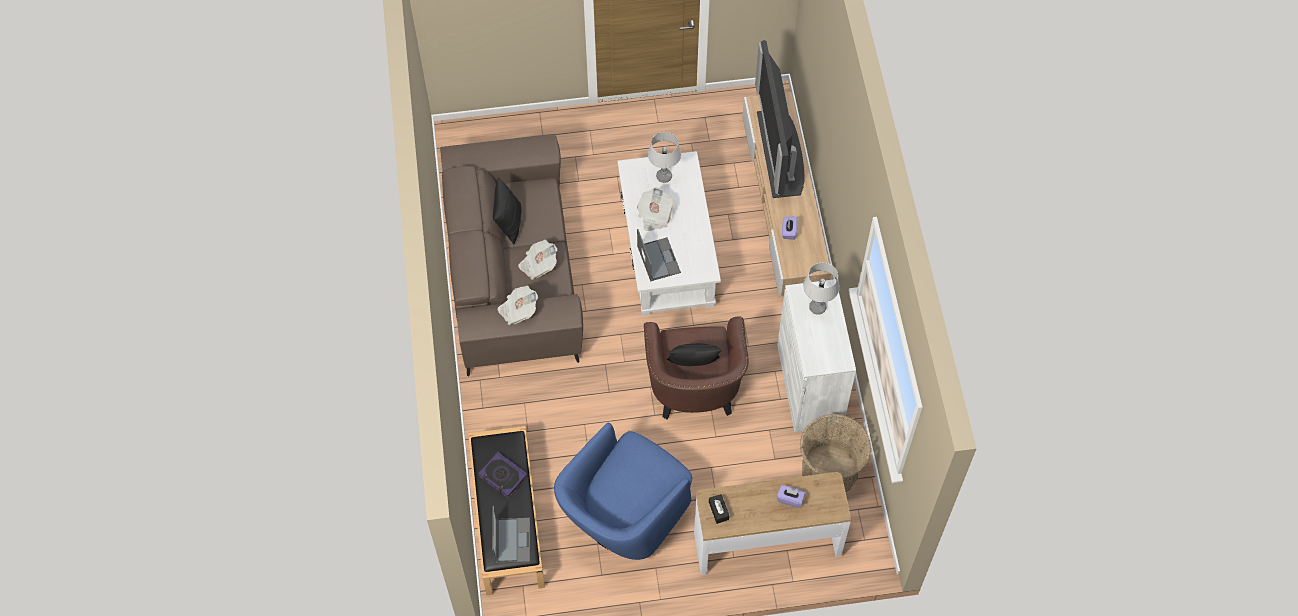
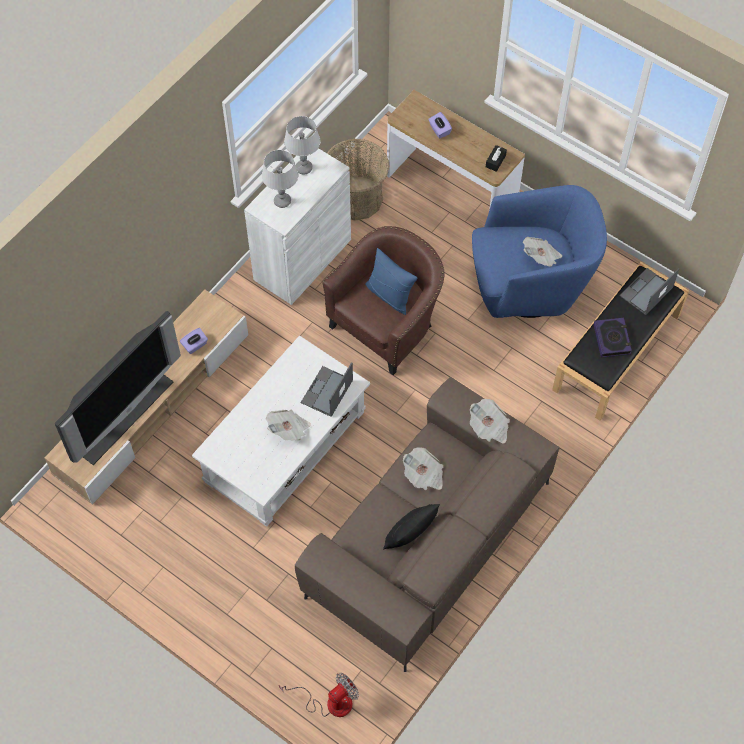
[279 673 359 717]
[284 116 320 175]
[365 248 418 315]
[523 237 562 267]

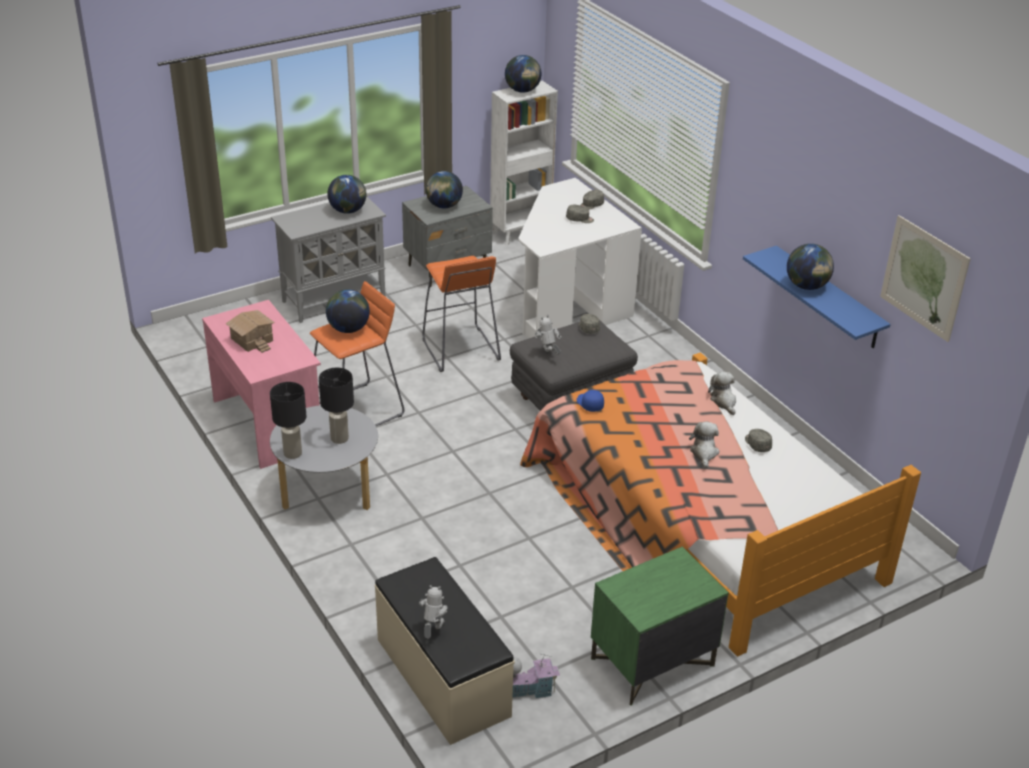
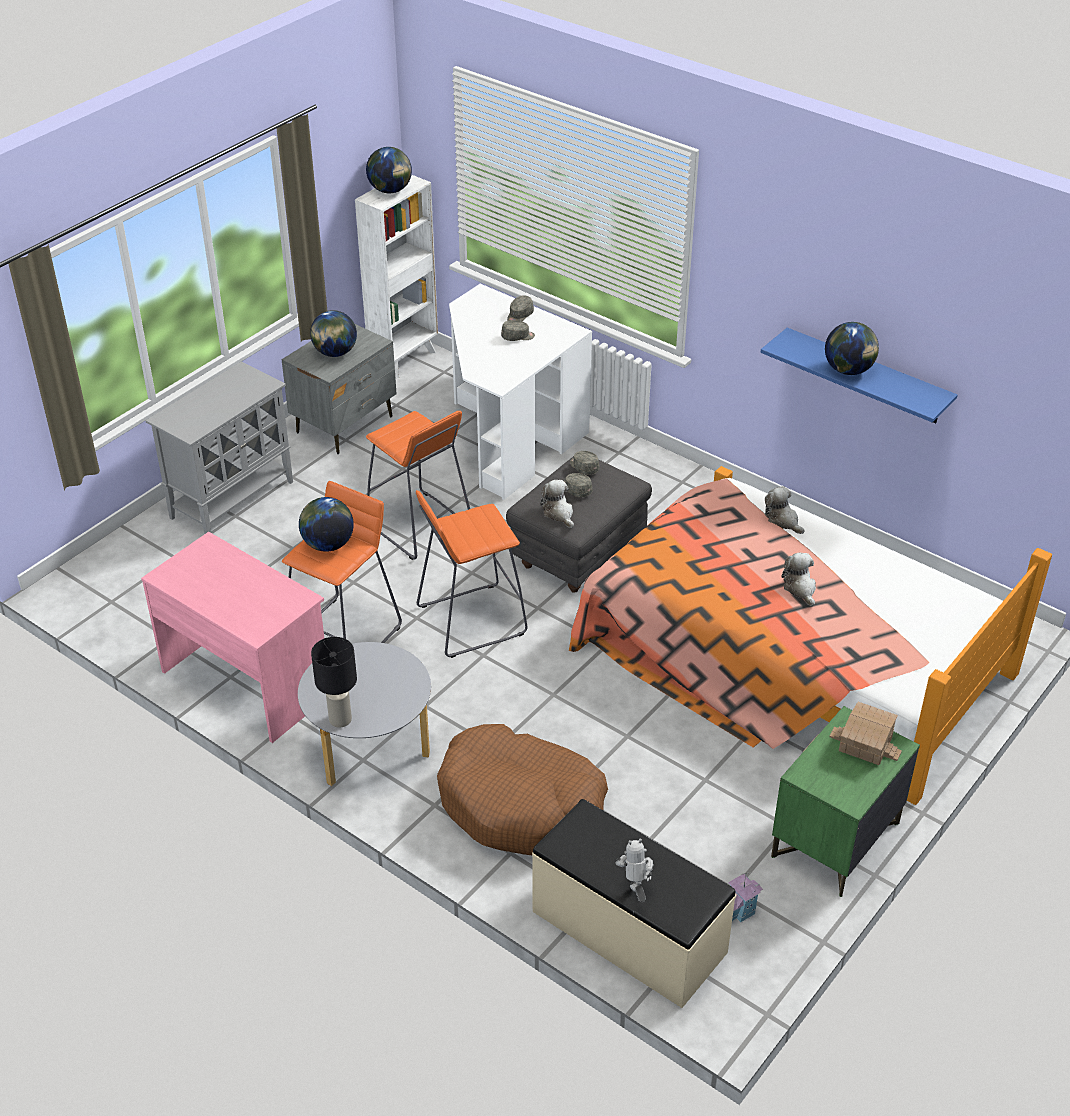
[416 490 527 658]
[437 724 608 855]
[540 480 574 528]
[564 473 593 497]
[829 702 902 765]
[319 368 354 444] (first image)
[327 175 366 214] (first image)
[577 390 604 412] (first image)
[880 215 971 342] (first image)

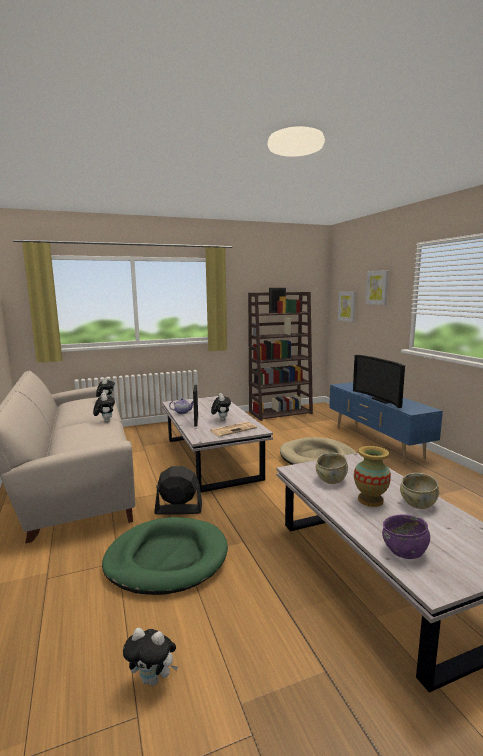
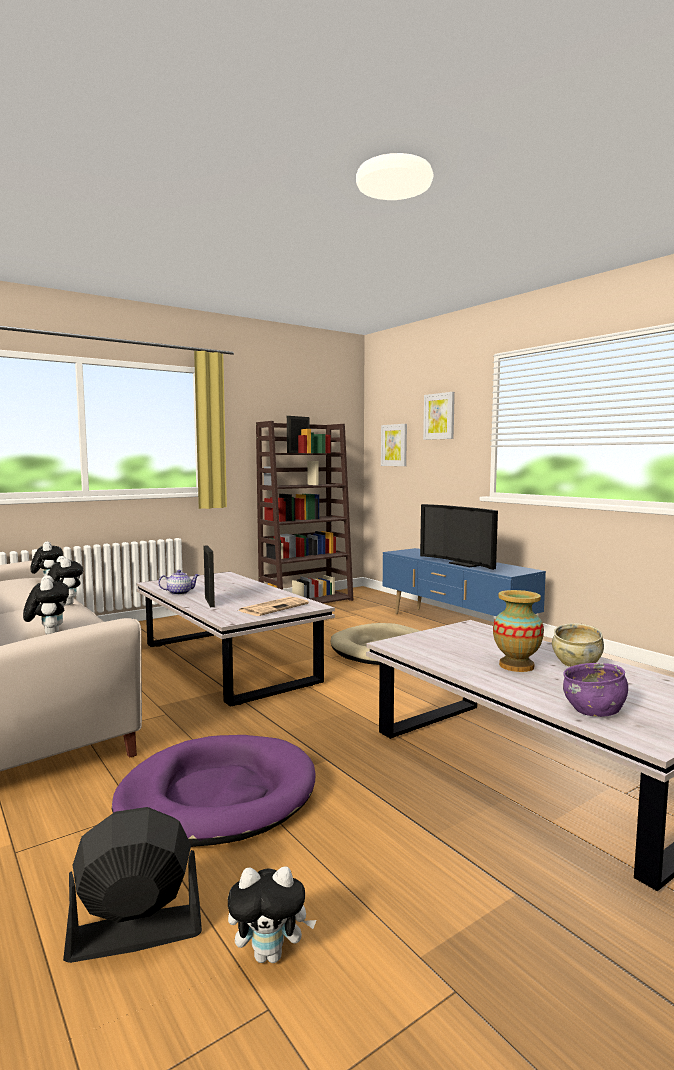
[23 575 69 634]
[63 807 202 963]
[112 735 315 847]
[316 453 348 484] (first image)

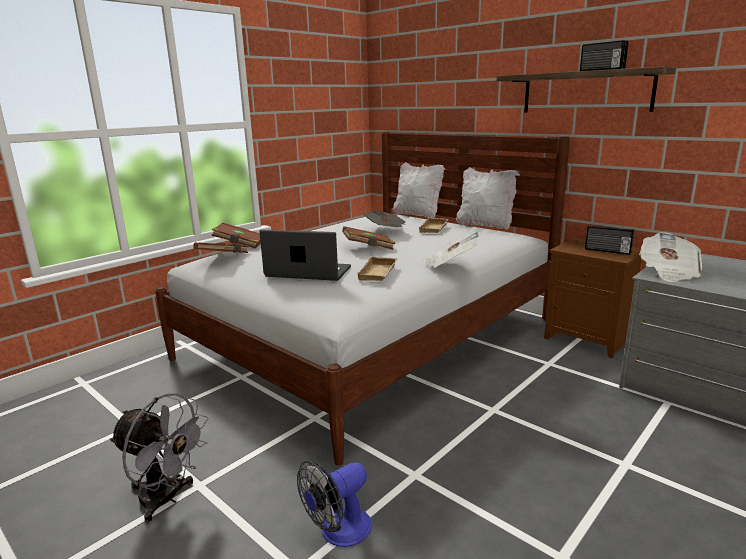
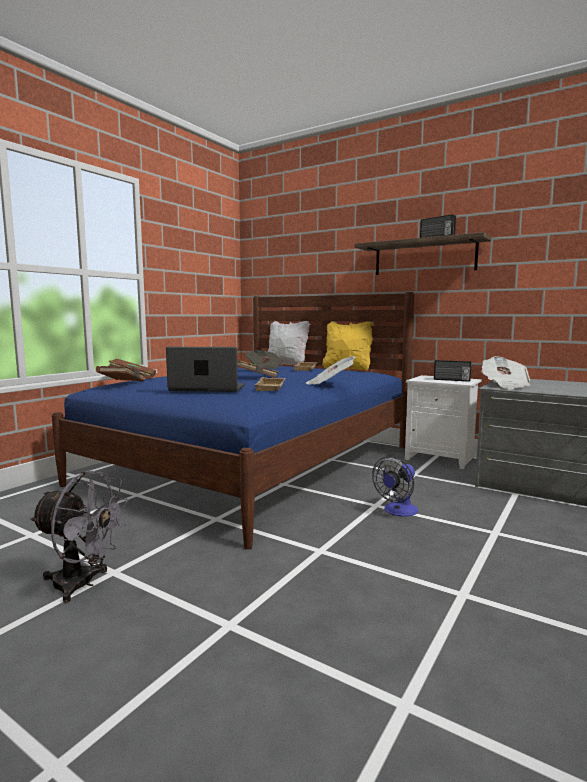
[52 292 414 549]
[322 321 375 370]
[372 456 418 517]
[405 375 482 469]

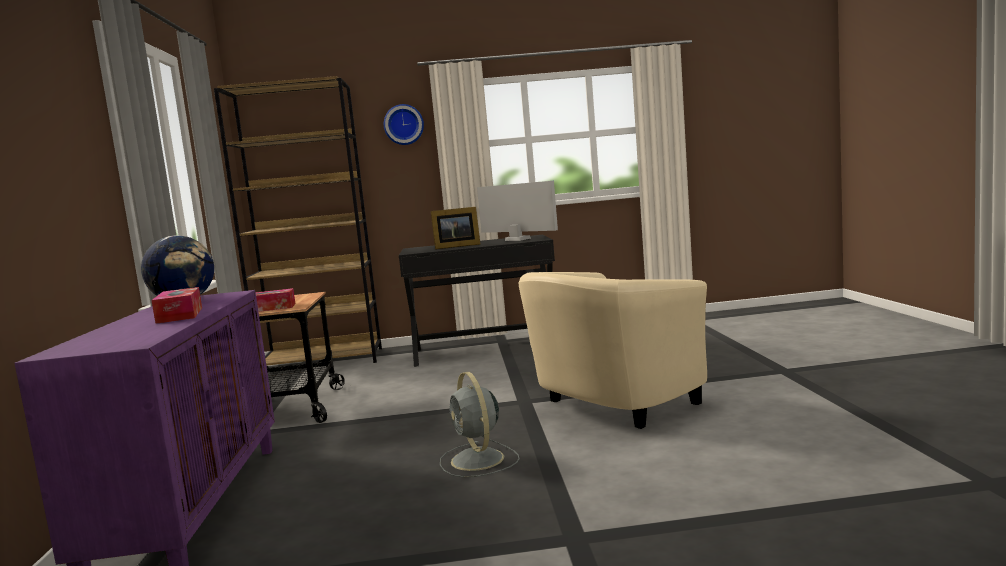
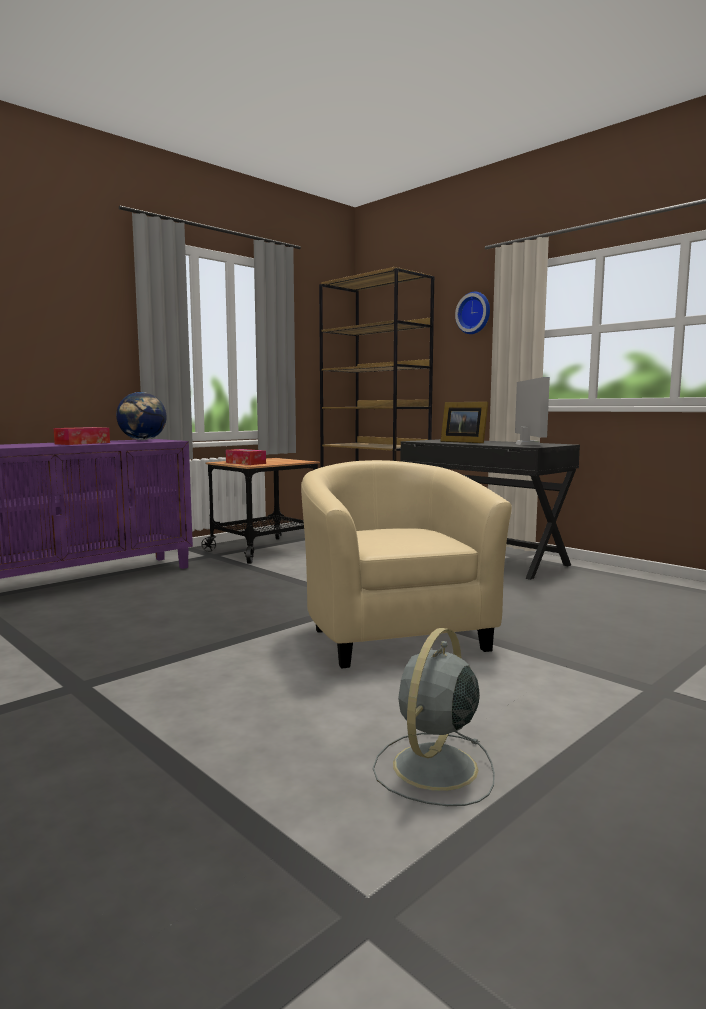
[301 460 512 669]
[373 628 495 806]

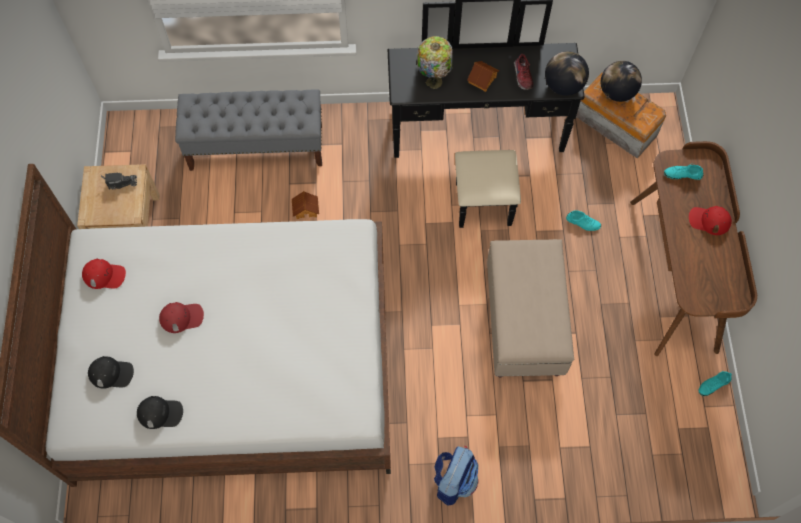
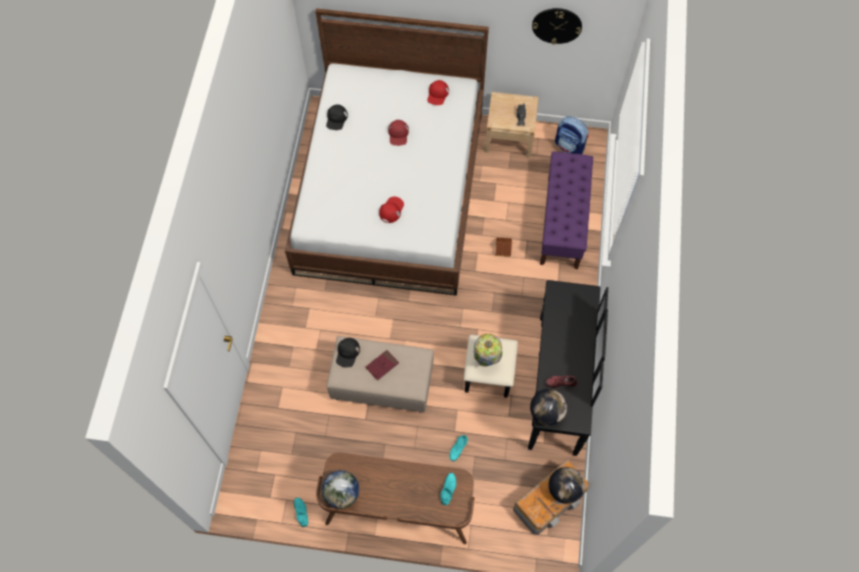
[322 470 359 509]
[336 338 360 367]
[366 350 399 381]
[379 196 404 223]
[474 334 502 367]
[532 8 582 45]
[540 152 593 269]
[555 116 589 154]
[467 61 499 92] (first image)

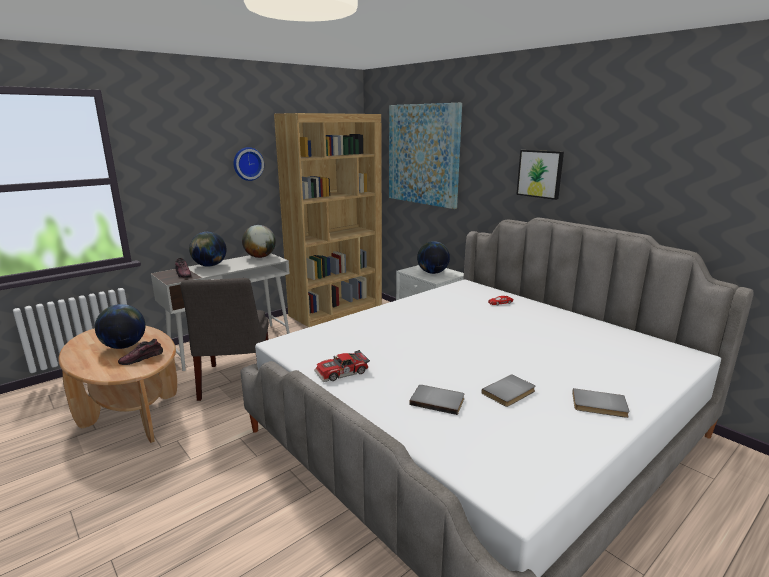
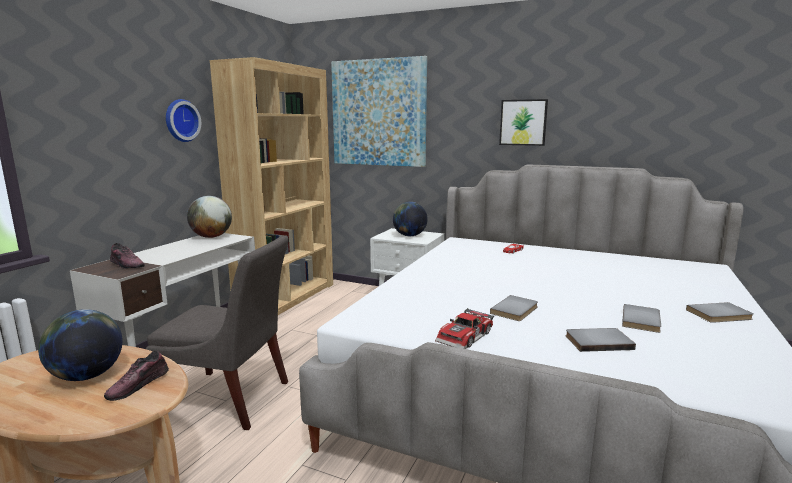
[146 236 289 430]
[490 295 538 321]
[189 232 227 267] (first image)

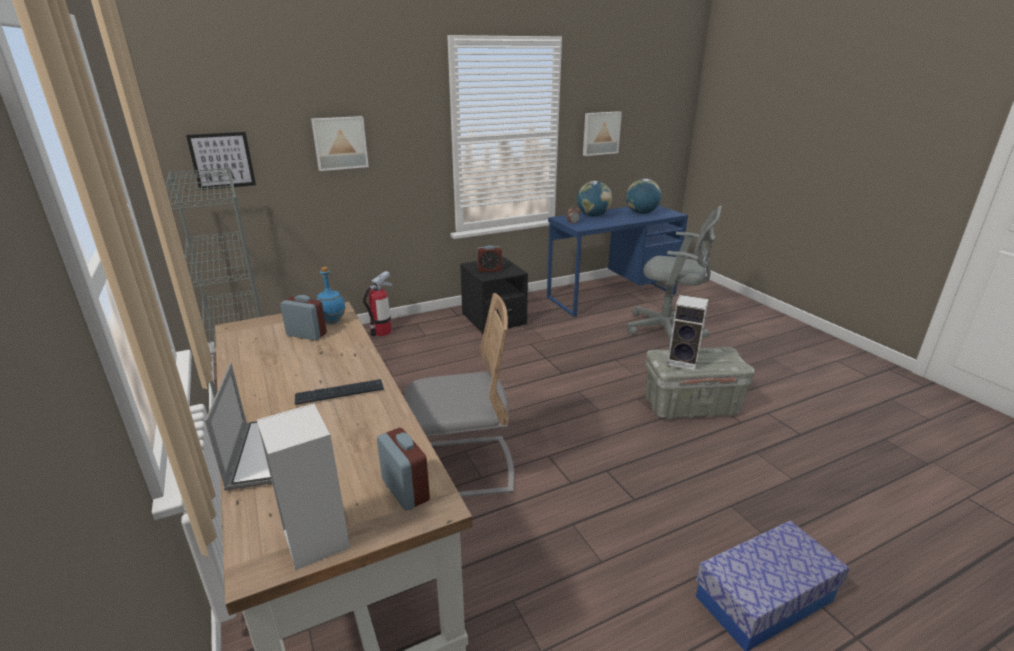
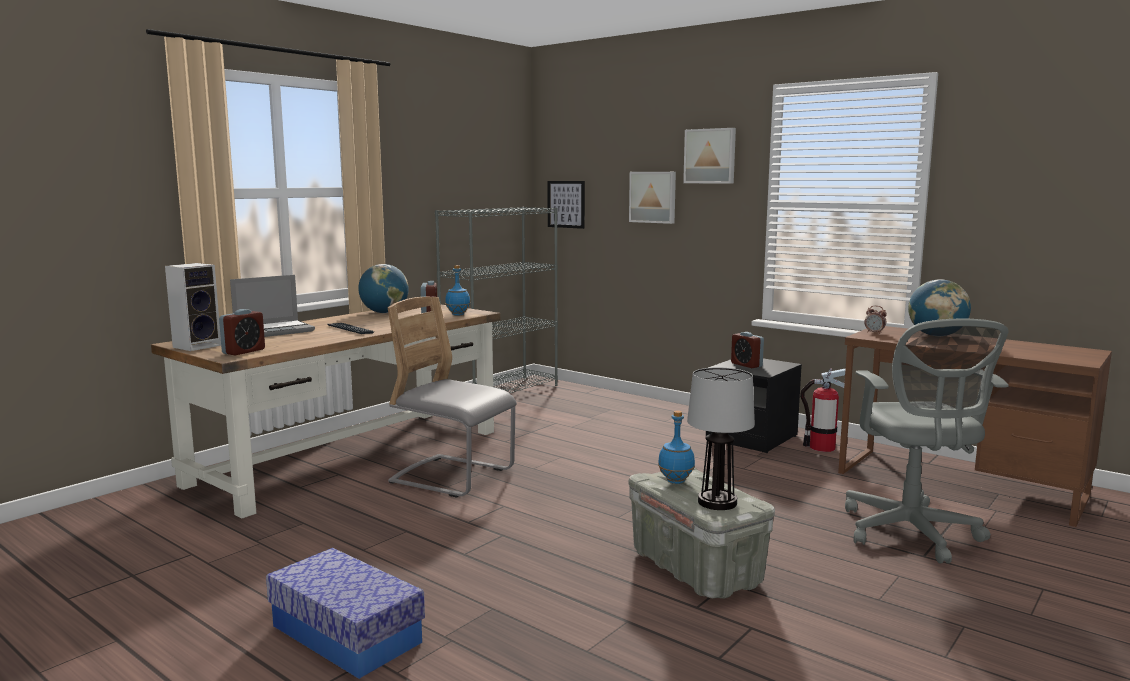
[358 264 409 313]
[388 297 517 498]
[658 411 695 484]
[683 128 736 184]
[687 367 755 510]
[800 368 846 452]
[838 326 1112 527]

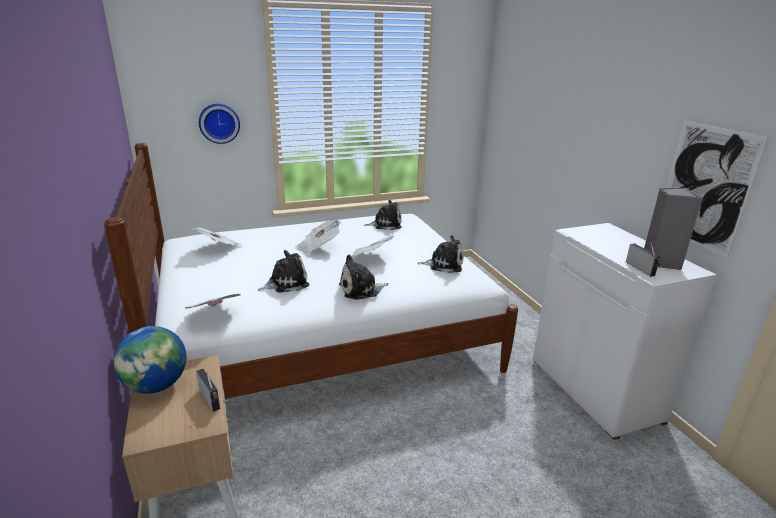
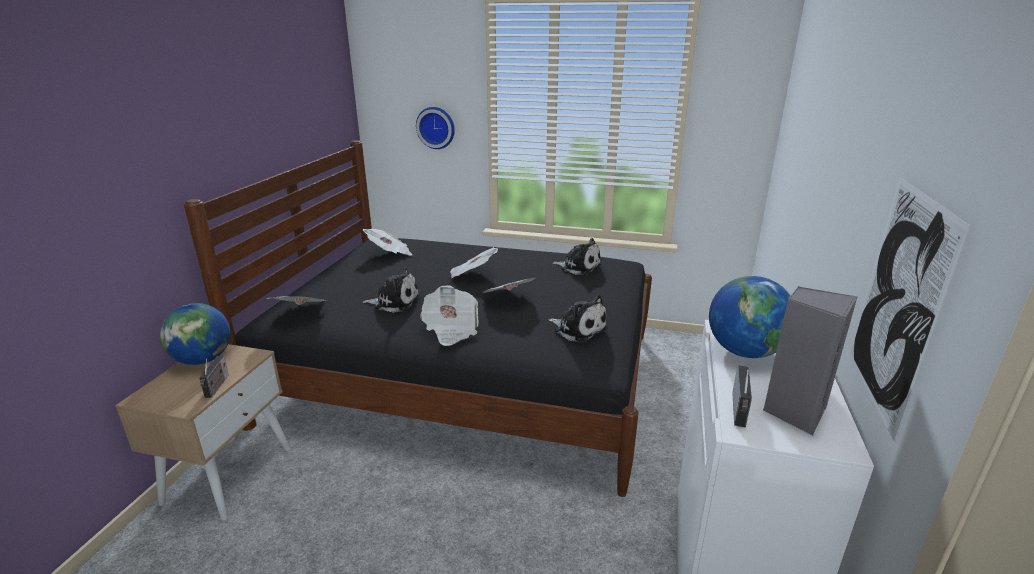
[184 140 652 497]
[420 285 478 346]
[709 276 790 358]

